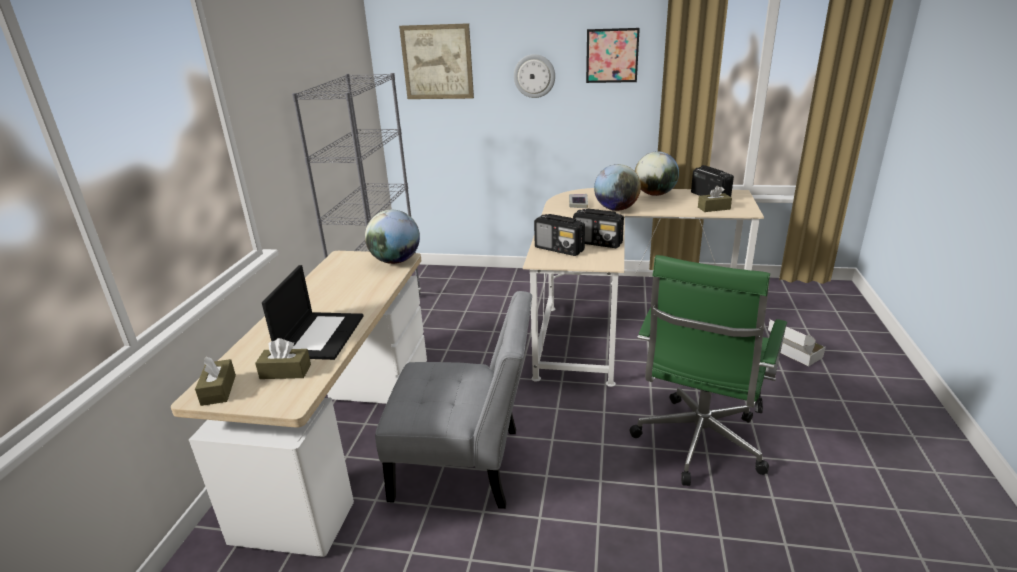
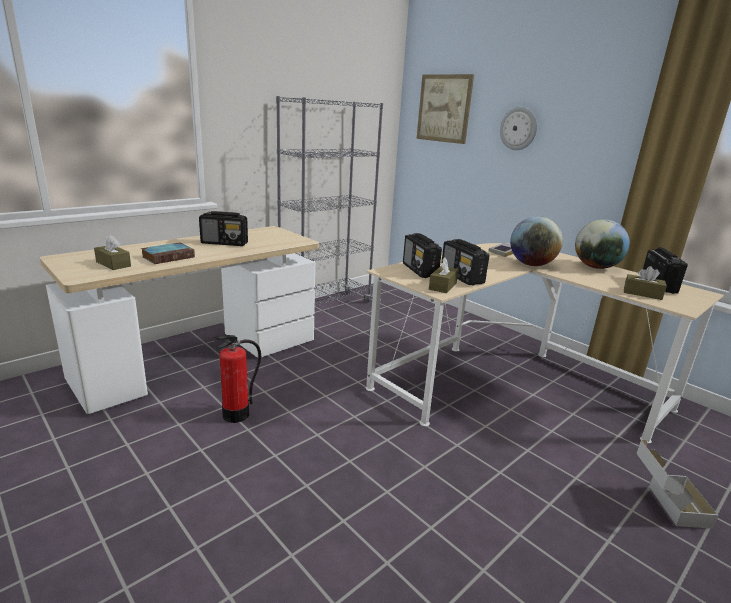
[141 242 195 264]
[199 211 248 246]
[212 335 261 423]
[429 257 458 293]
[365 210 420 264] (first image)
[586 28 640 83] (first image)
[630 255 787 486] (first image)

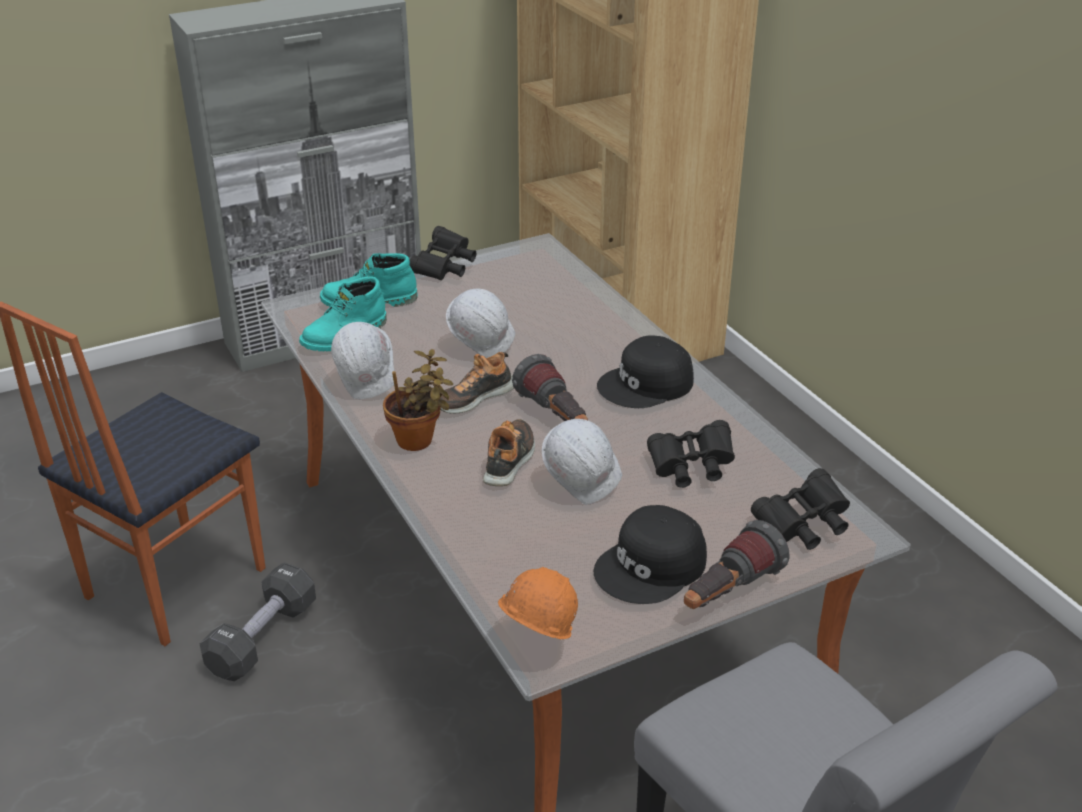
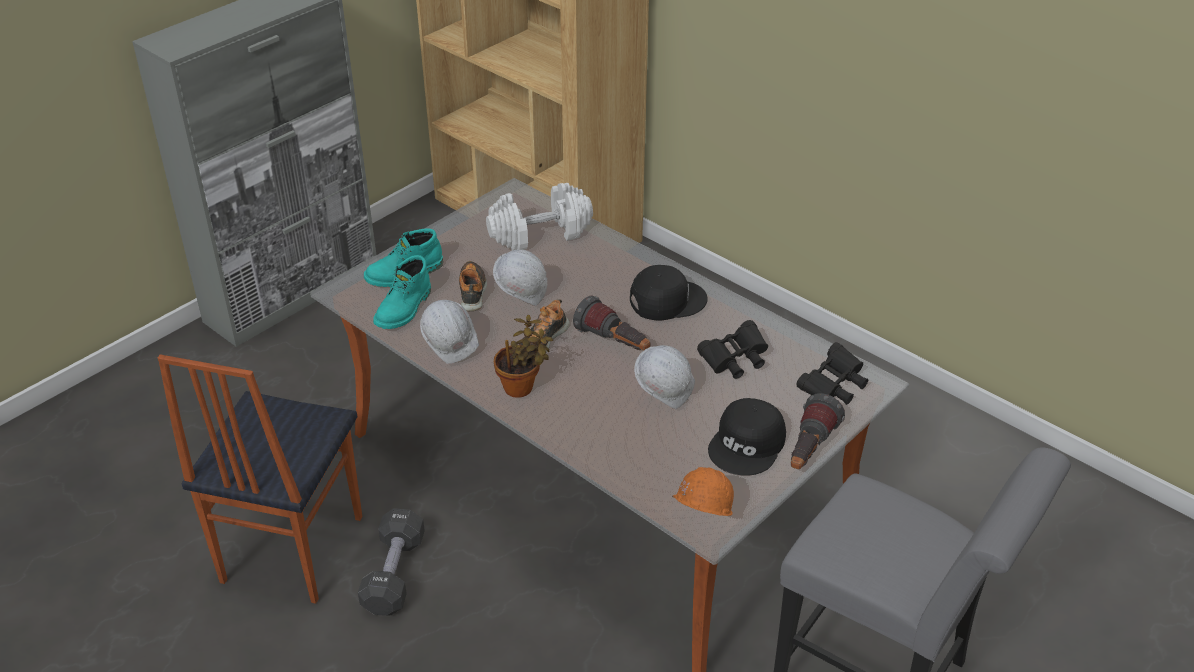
[459 261 487 312]
[486 183 593 250]
[630 265 707 320]
[410 226 476 280] (first image)

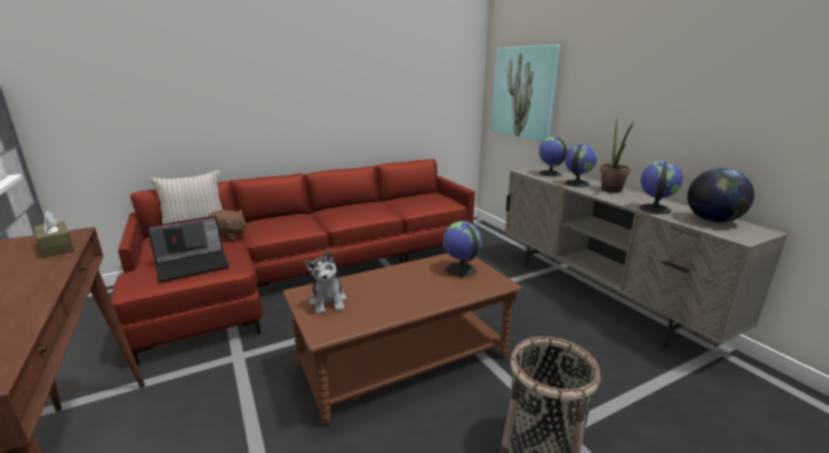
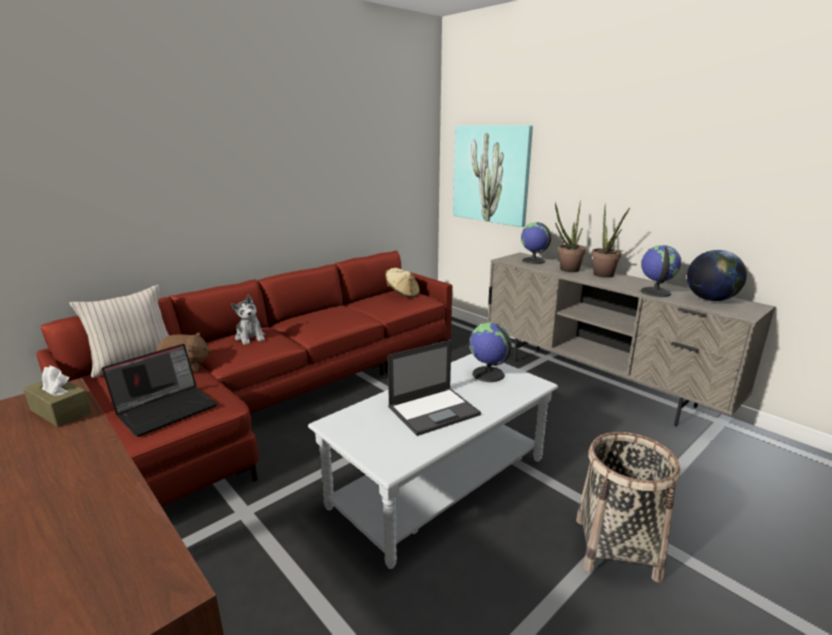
[231 295 265 345]
[308 354 558 569]
[386 268 420 298]
[388 340 481 436]
[555 200 586 272]

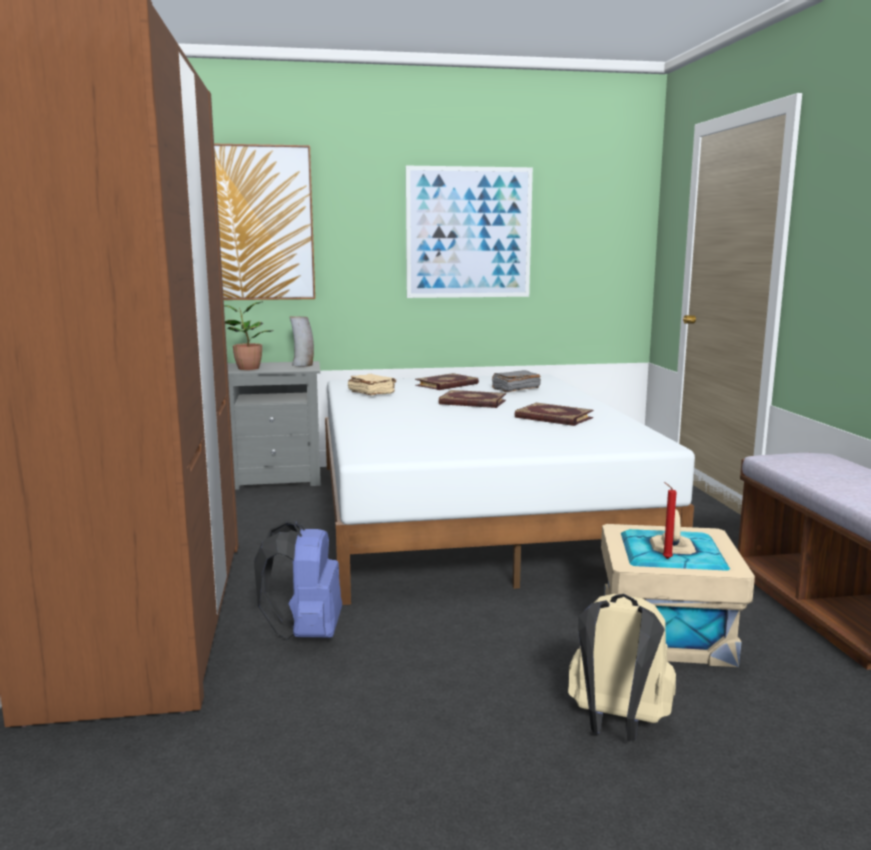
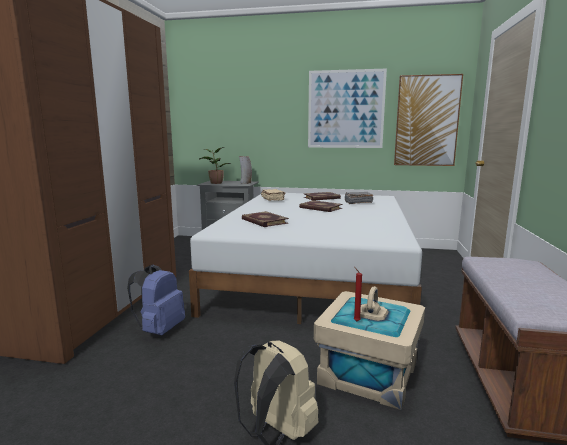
[242 211 289 227]
[394 74 463 166]

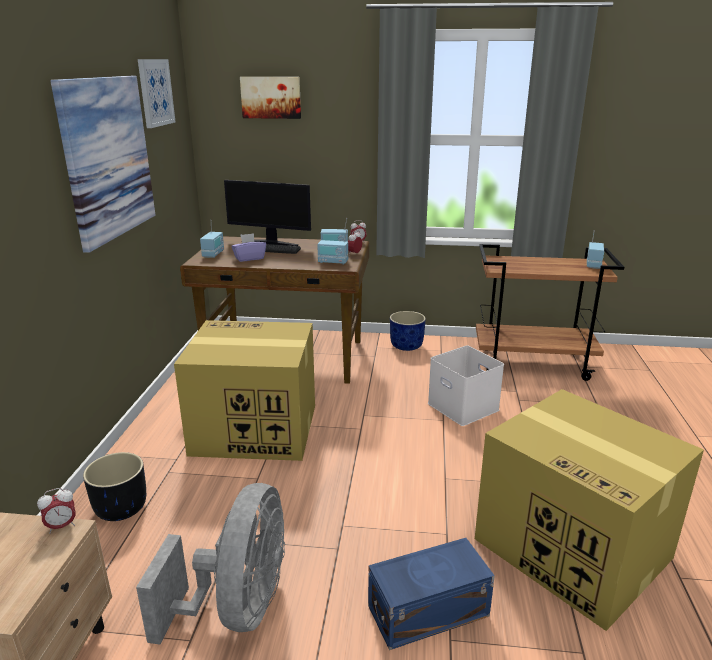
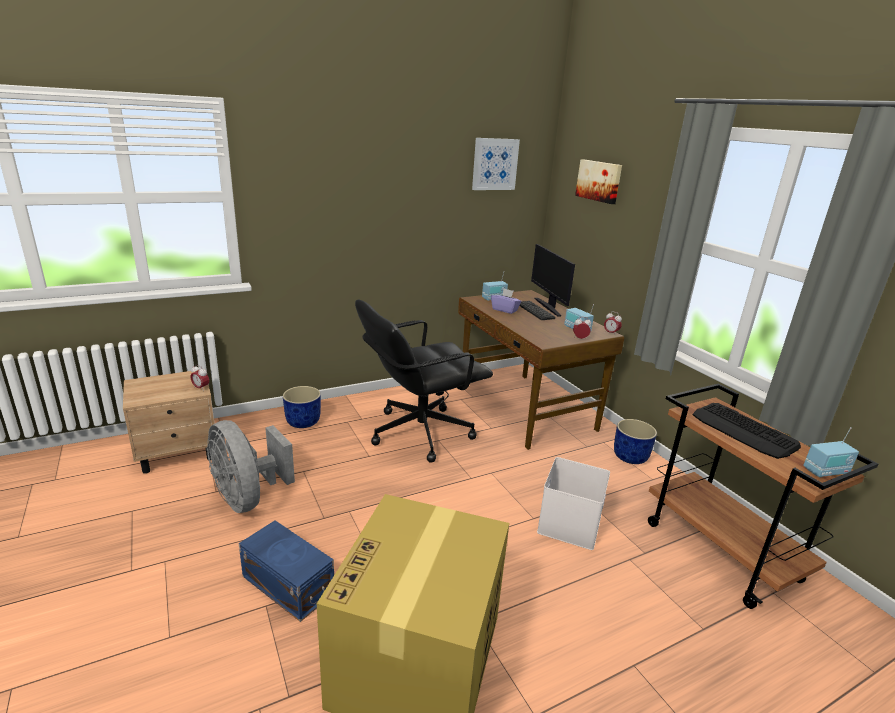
[207 420 295 513]
[283 386 321 428]
[355 299 493 463]
[693 403 801 459]
[50 76 155 253] (first image)
[317 229 348 264] (first image)

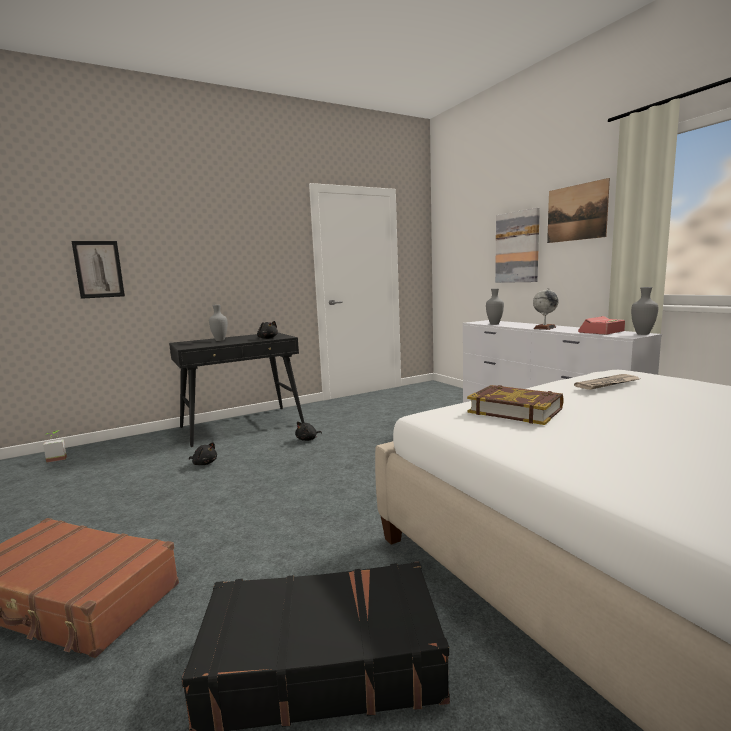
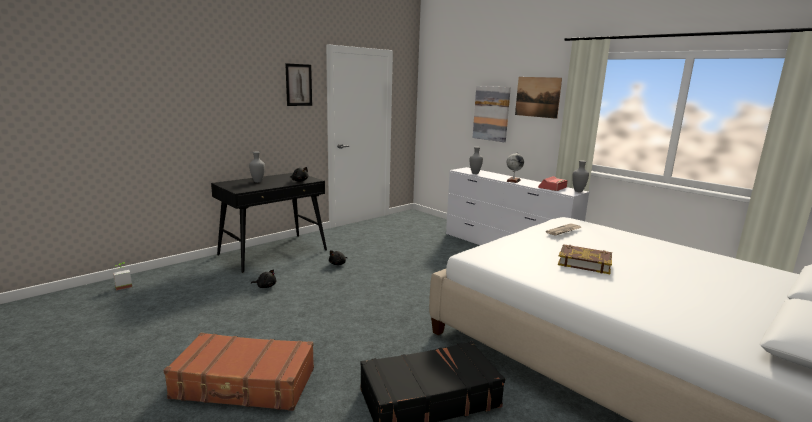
[285 63 312 106]
[558 244 612 274]

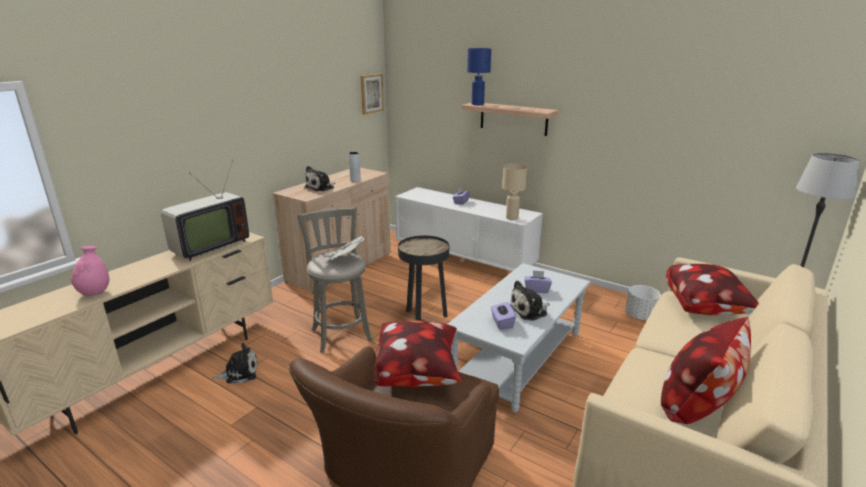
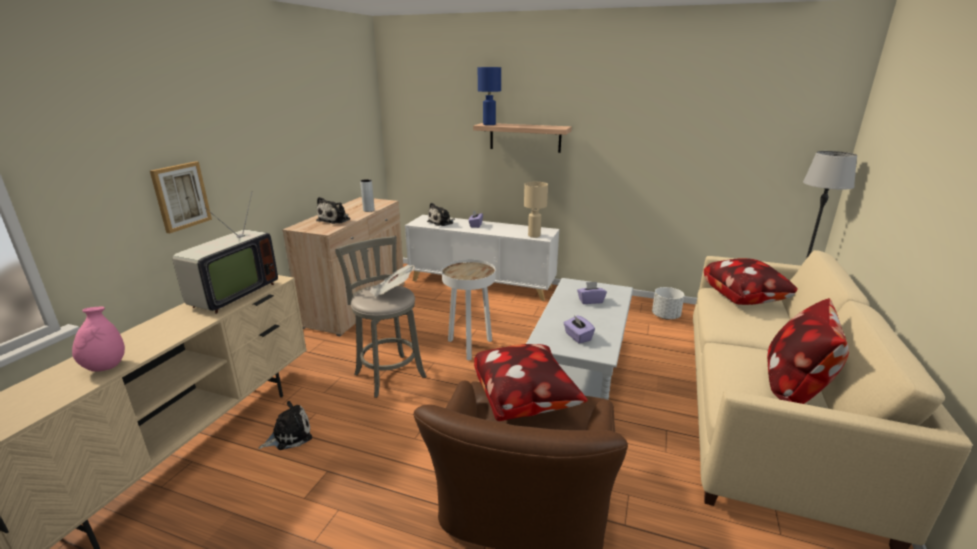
[150 161 212 233]
[427 203 455 226]
[442 259 496 360]

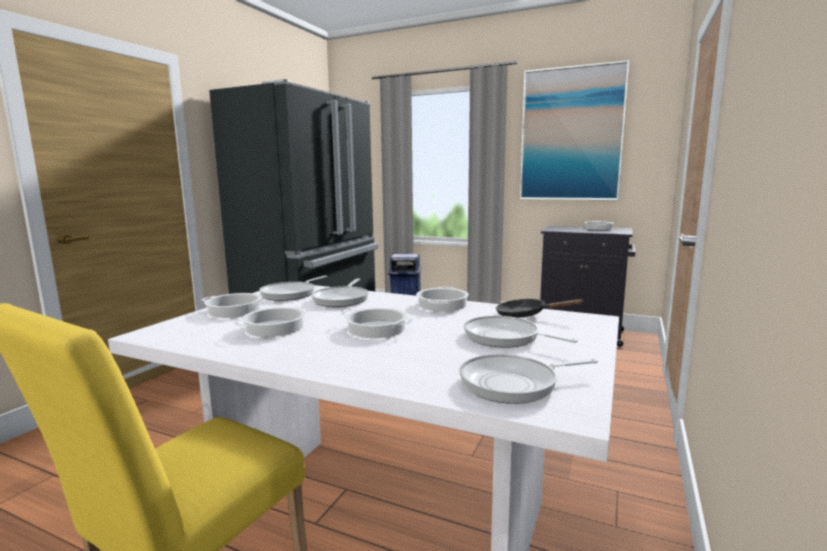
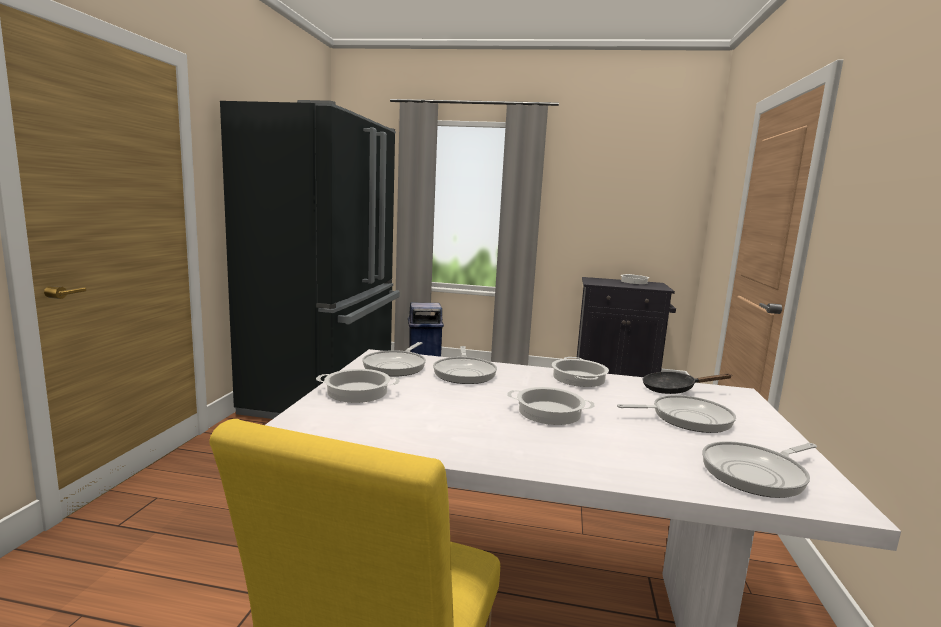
[617 395 736 433]
[234 307 310 337] (first image)
[520 60 630 200] (first image)

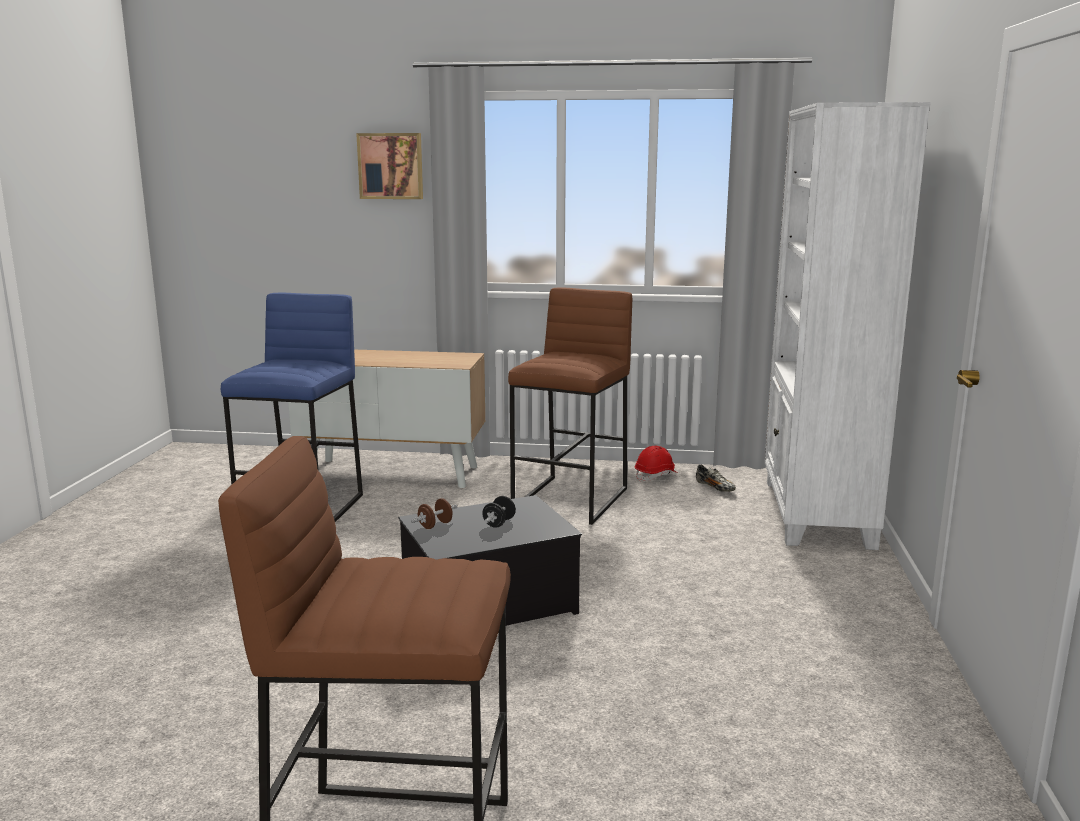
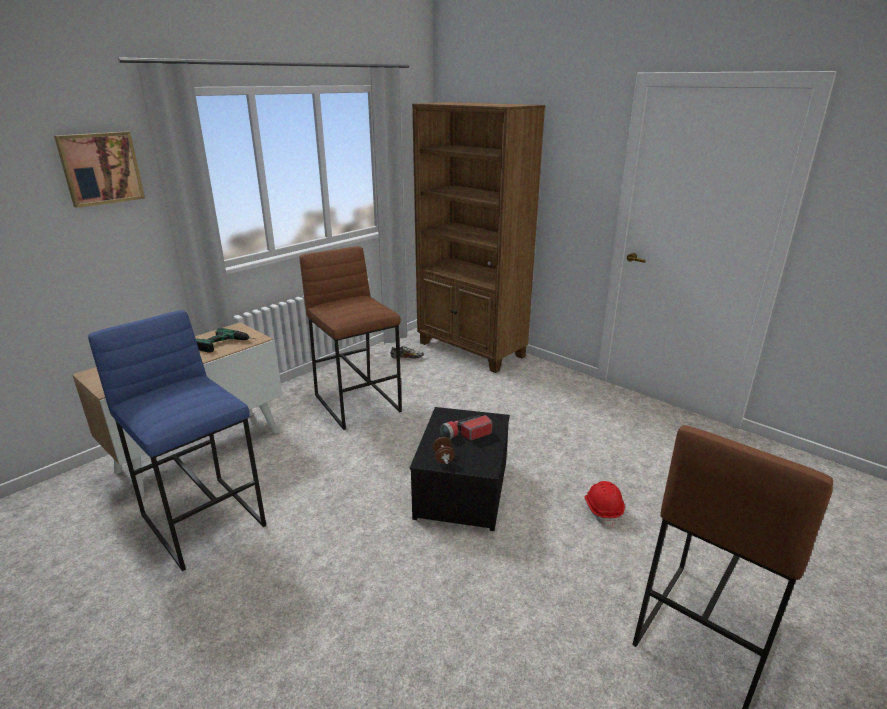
[196 328 254 353]
[412 102 545 373]
[440 415 492 441]
[584 481 625 527]

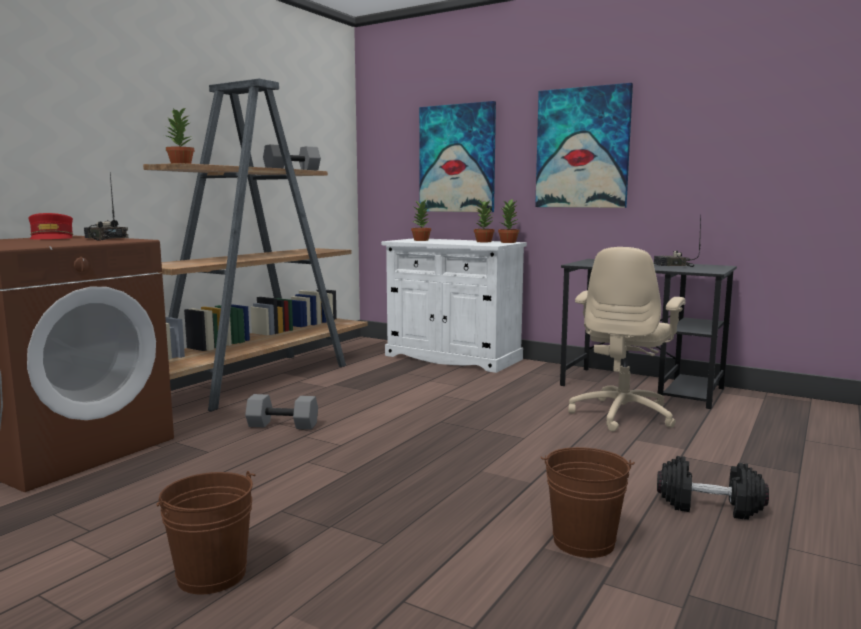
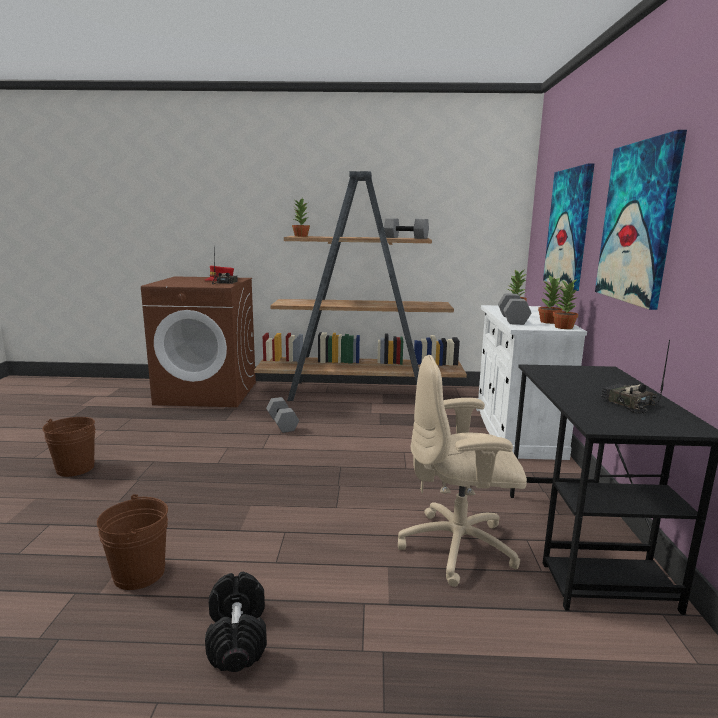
[498 293 531 325]

